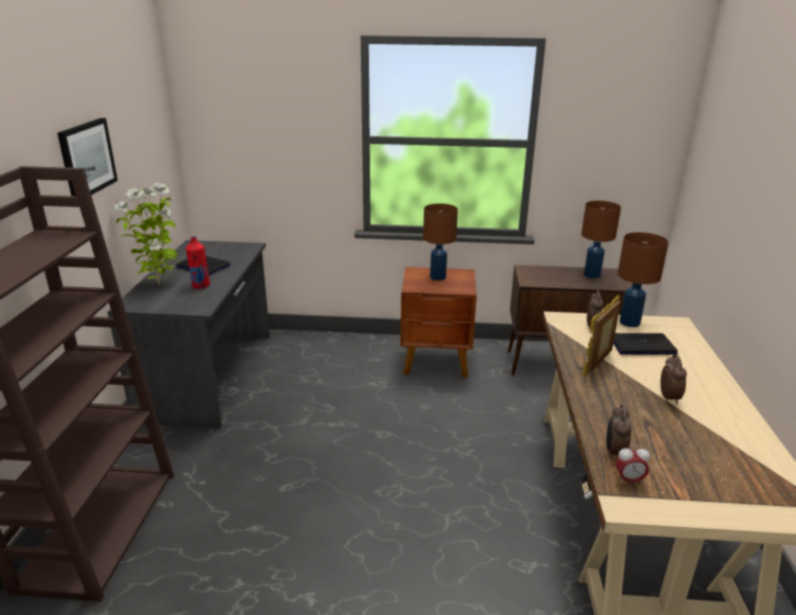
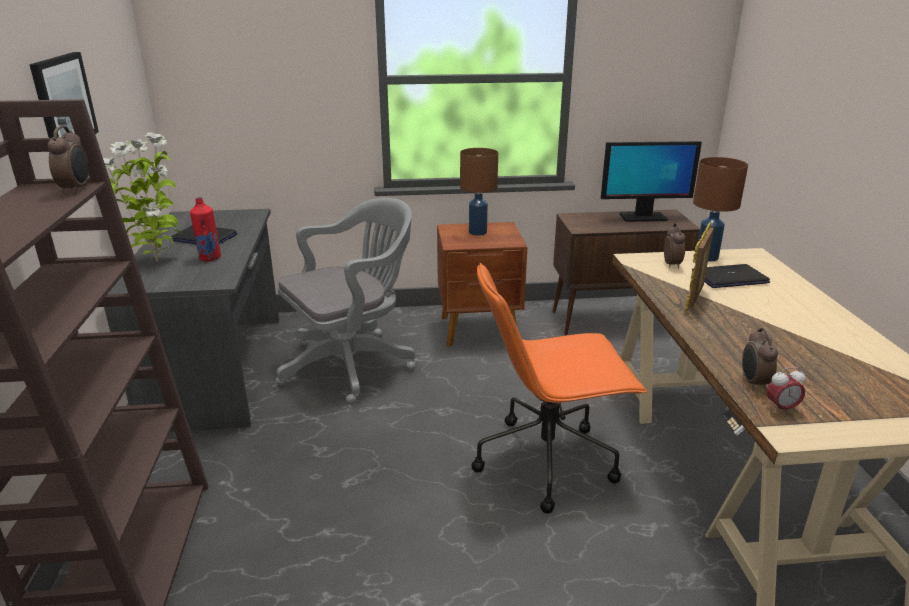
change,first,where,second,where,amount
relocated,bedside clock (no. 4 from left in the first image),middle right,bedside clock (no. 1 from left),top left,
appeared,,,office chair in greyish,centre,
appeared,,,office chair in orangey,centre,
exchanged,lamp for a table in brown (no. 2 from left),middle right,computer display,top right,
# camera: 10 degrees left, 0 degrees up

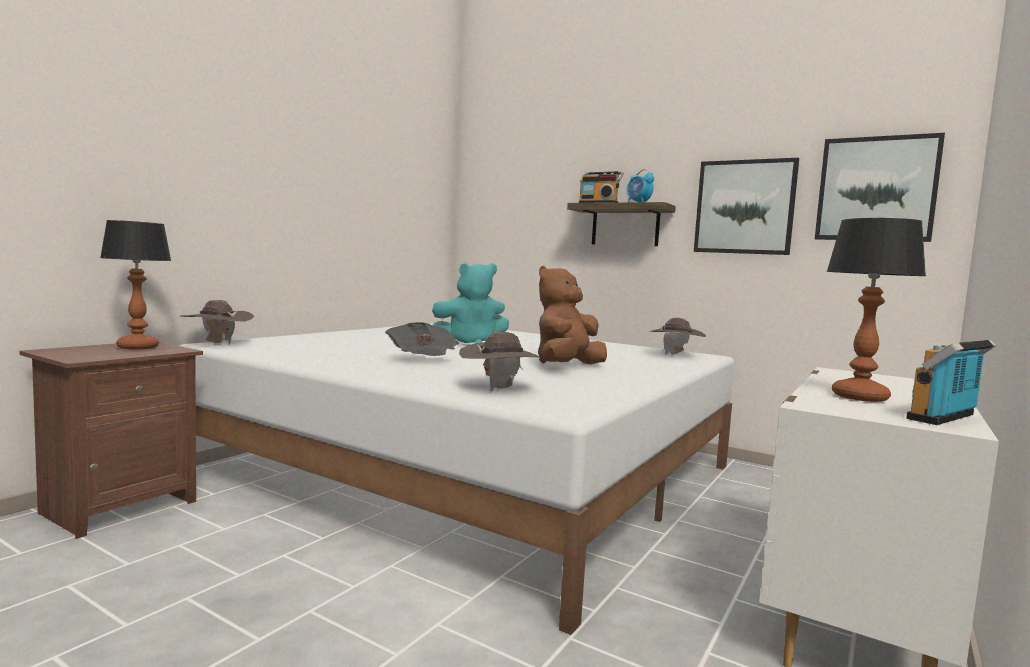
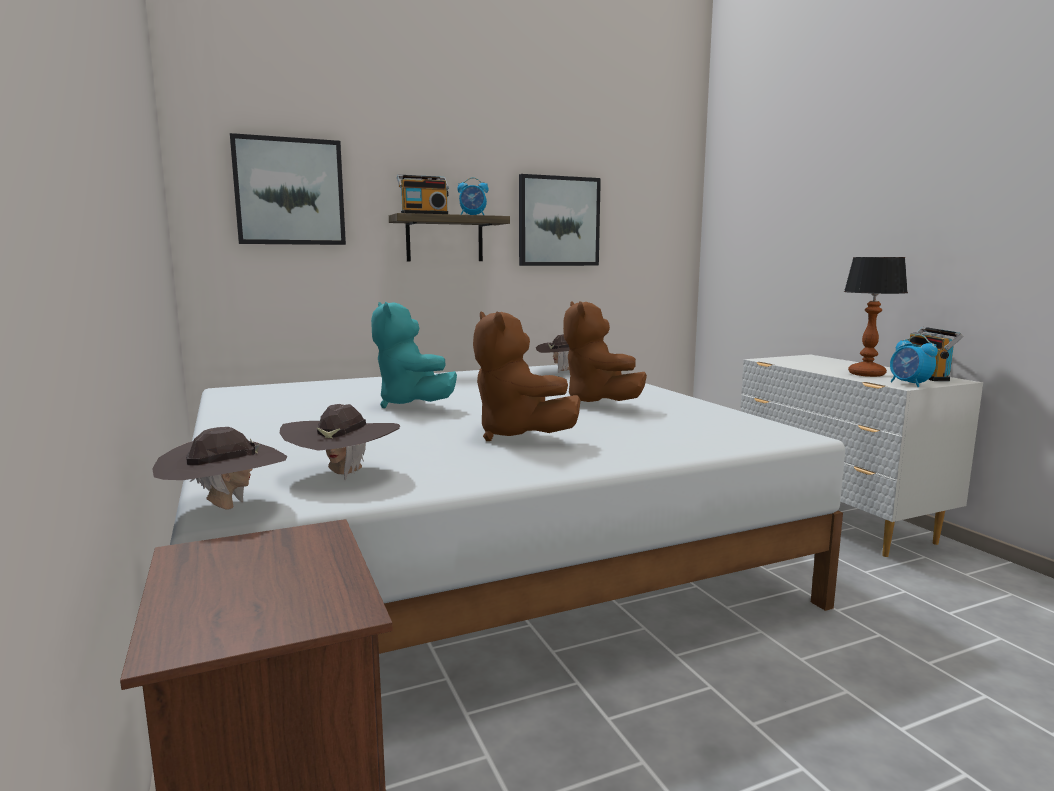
change,first,where,second,where,amount
relocated,wall art (no. 2 from left in the first image),top right,wall art (no. 1 from left),top left,
relocated,wearable hat in brown (no. 2 from left),centre,,middle left,
spun,plush toy in blue-green,centre,,centre,135 degrees clockwise
exchanged,printed paper,centre,plush toy in brown (no. 1 from left),centre,
appeared,,,bedside clock (no. 2 from left),middle right,
missing,lamp for a table (no. 1 from left),middle left,,,
# camera: 55 degrees left, 5 degrees up

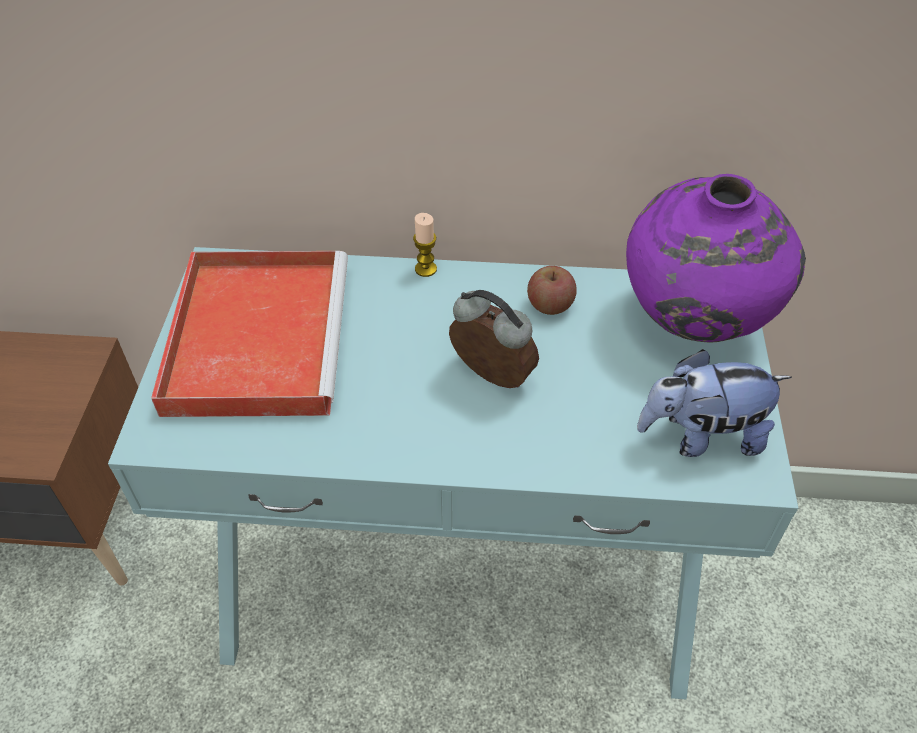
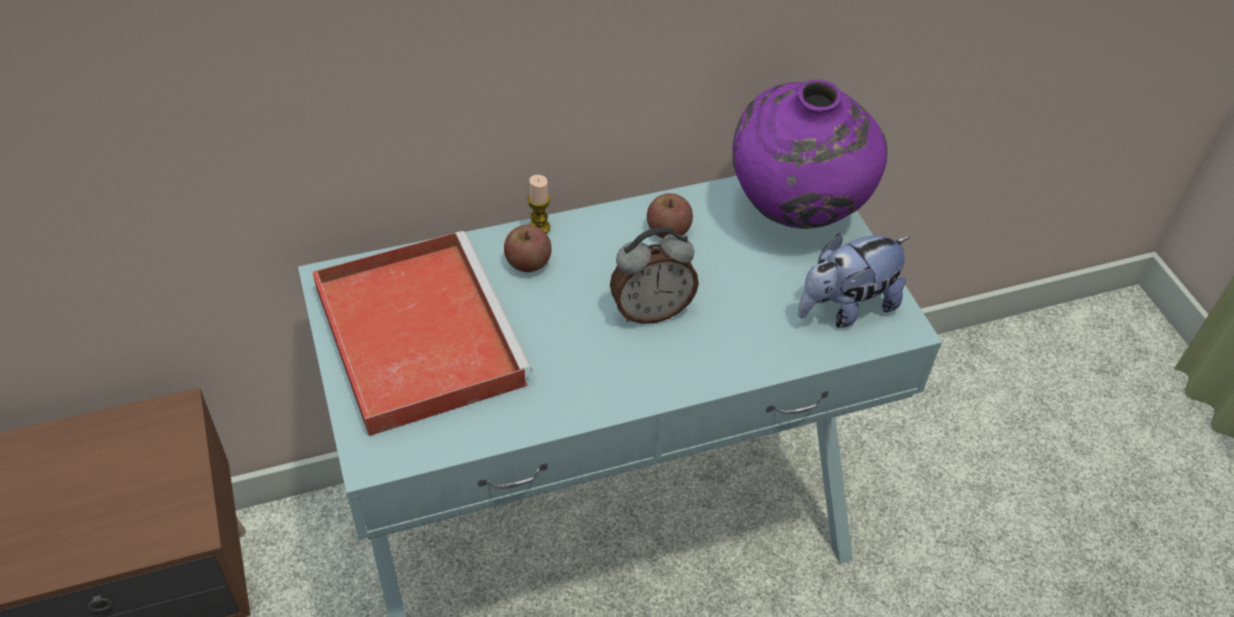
change,first,where,second,where,amount
appeared,,,apple fruit (no. 1 from left),centre,
spun,bedside clock,centre,,centre,150 degrees clockwise
# camera: 25 degrees left, 0 degrees up

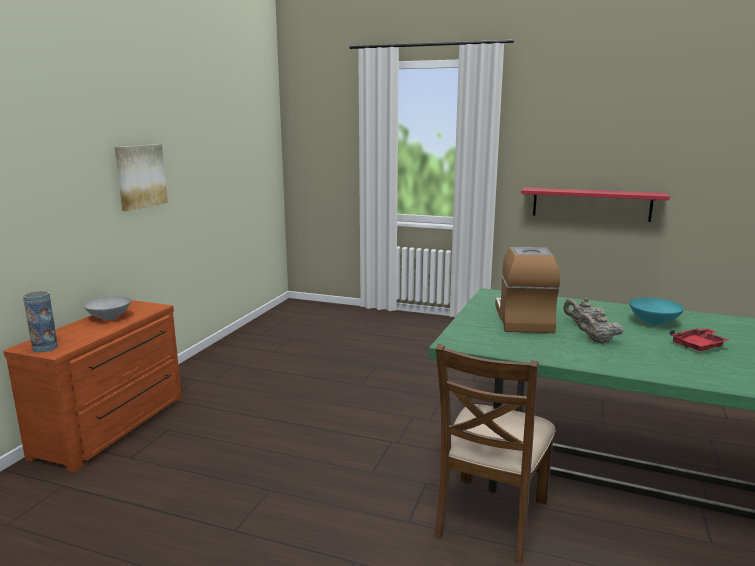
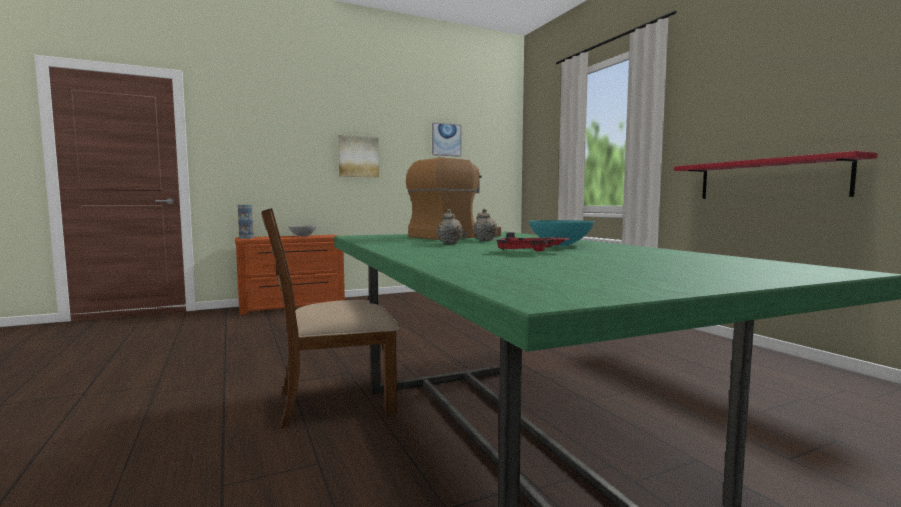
change,first,where,second,where,amount
appeared,,,wall art (no. 2 from left),top centre,
# camera: 45 degrees right, 10 degrees down

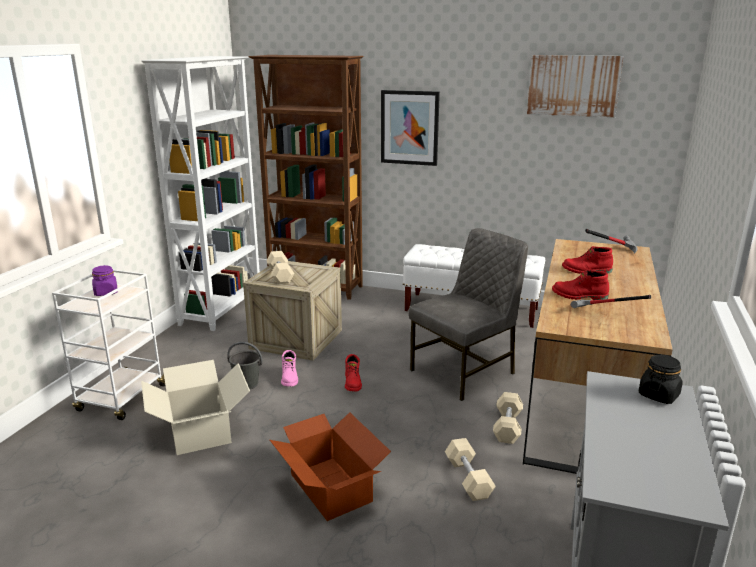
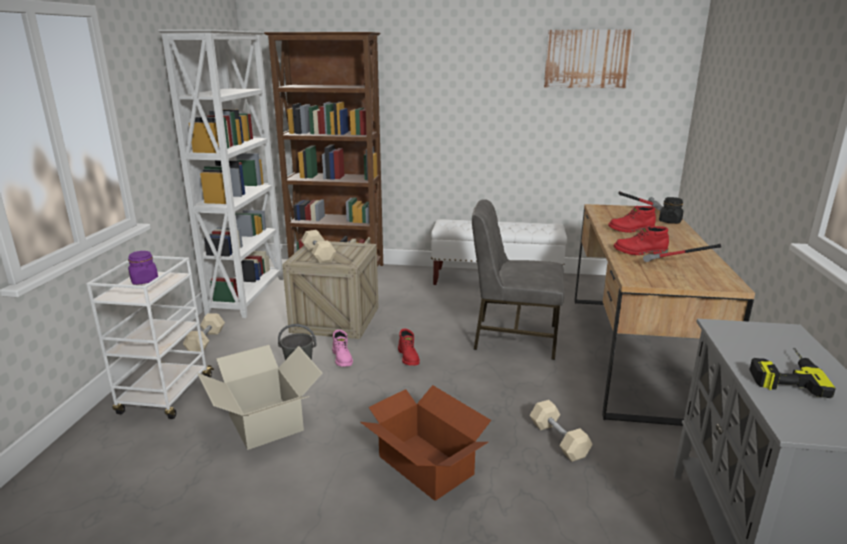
change,first,where,second,where,amount
relocated,free weight in beige-coloured (no. 3 from left in the first image),bottom right,free weight in beige-coloured (no. 1 from left),middle left,
spun,chair in greyish,centre,,centre,120 degrees counterclockwise
relocated,jar in black,bottom right,,middle right,
appeared,,,power drill,bottom right,
missing,wall art (no. 1 from left),top centre,,,
# camera: 10 degrees left, 0 degrees up

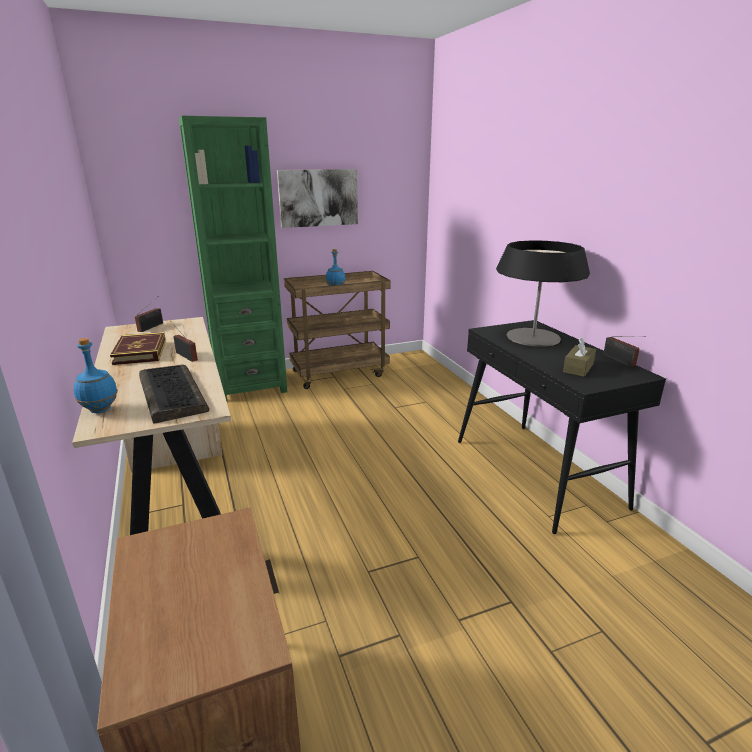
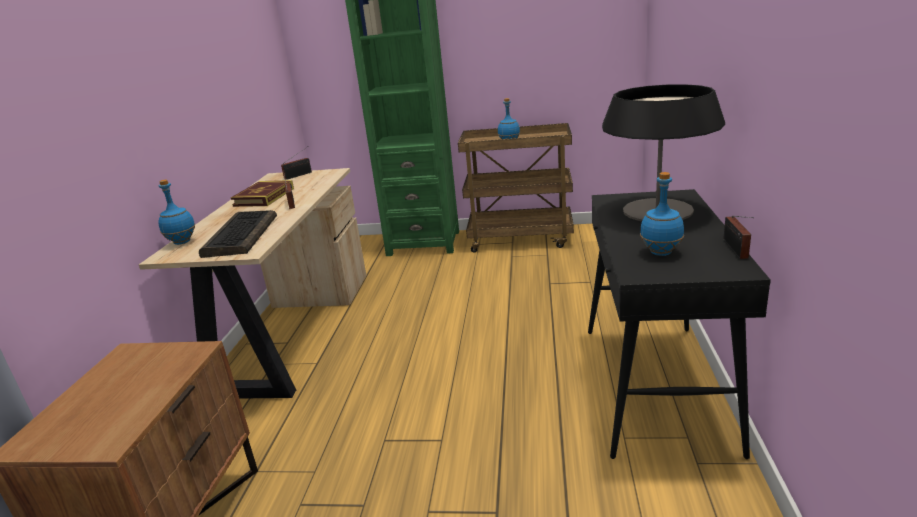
change,first,where,second,where,amount
exchanged,tissue box in brown,middle right,beverage bottle in blue (no. 3 from left),middle right,
missing,wall art,top centre,,,
# camera: 30 degrees right, 0 degrees up

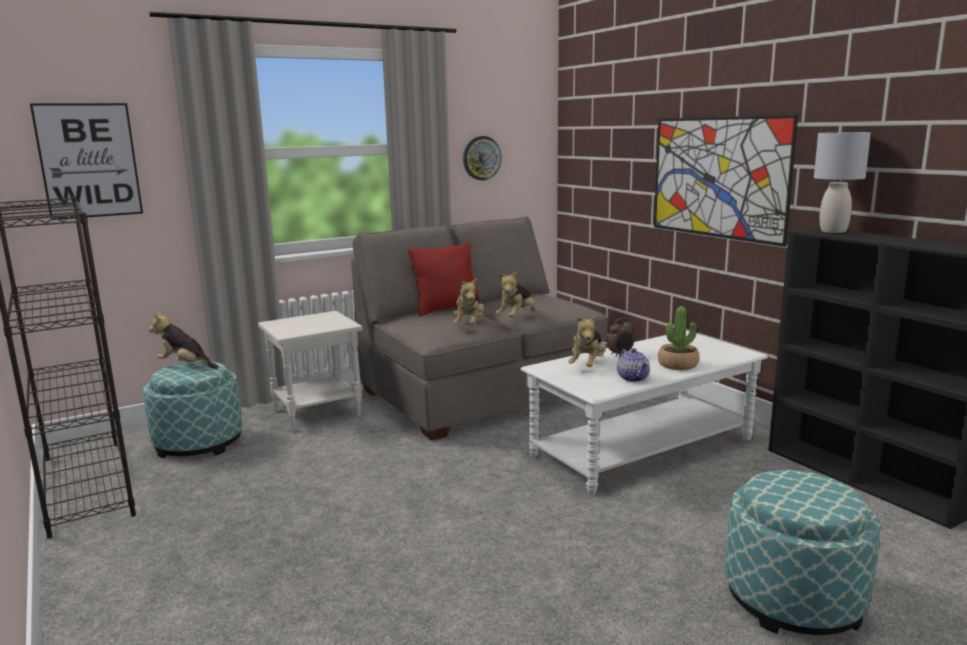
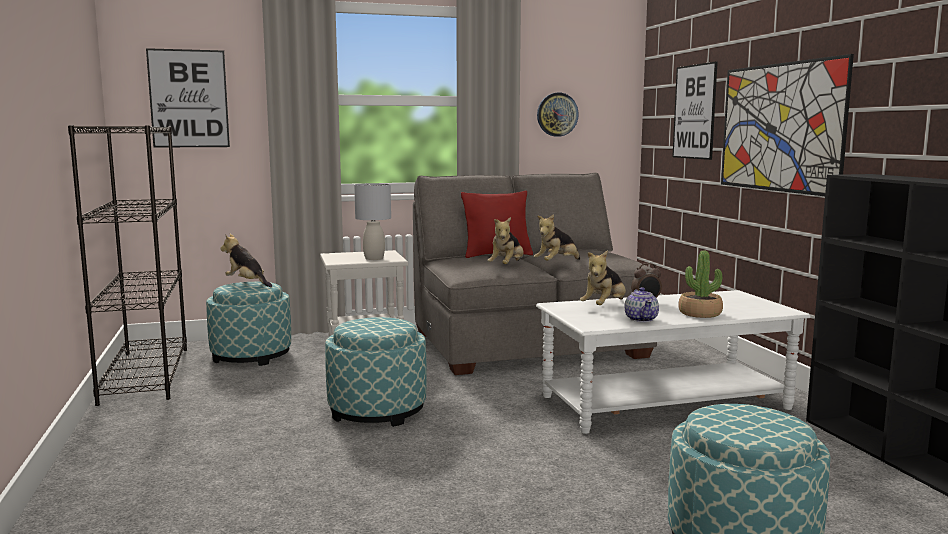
change,first,where,second,where,amount
appeared,,,ottoman (no. 2 from left),bottom centre,
relocated,lamp for a table in greyish,top right,,centre,
appeared,,,wall art (no. 2 from left),top right,
# camera: 15 degrees right, 5 degrees down

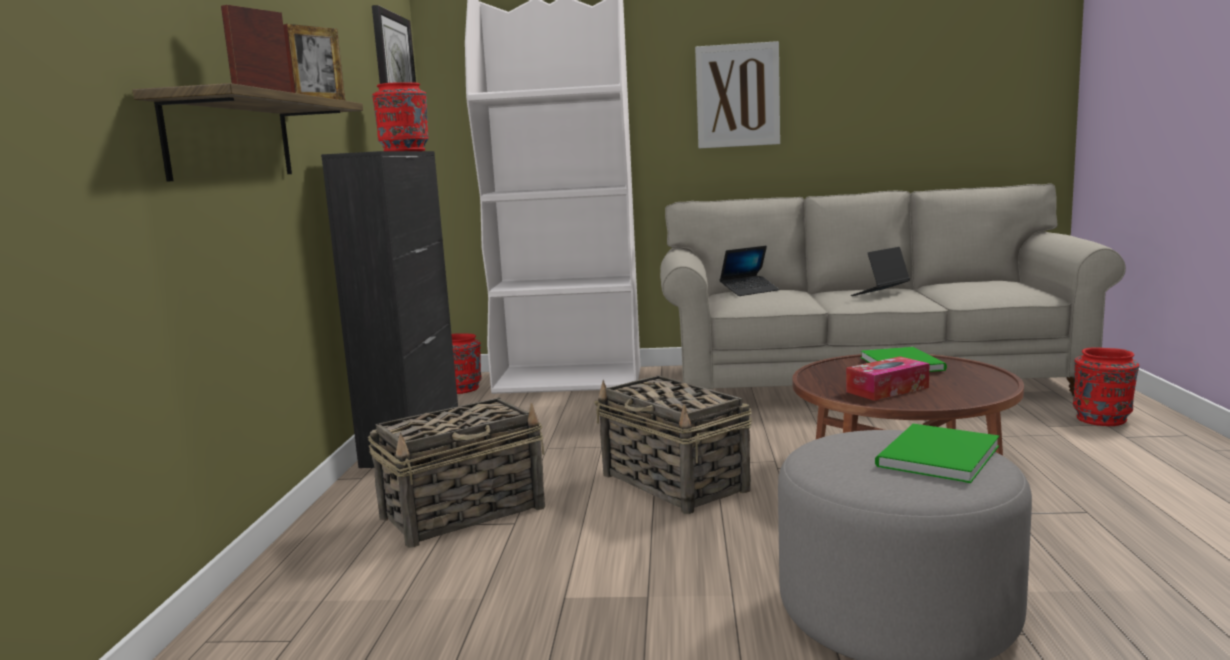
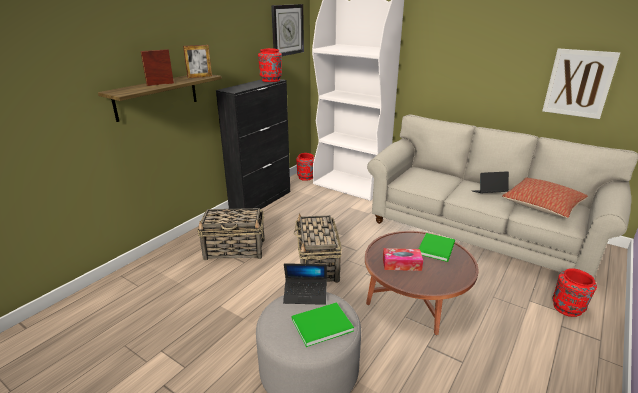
change,first,where,second,where,amount
relocated,portable computer (no. 1 from left),centre,,bottom centre,
appeared,,,pillow,middle right,
relocated,wall art,top centre,,top right,
# camera: 30 degrees right, 15 degrees up

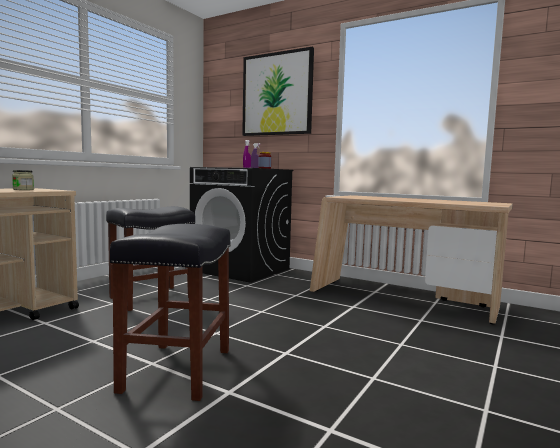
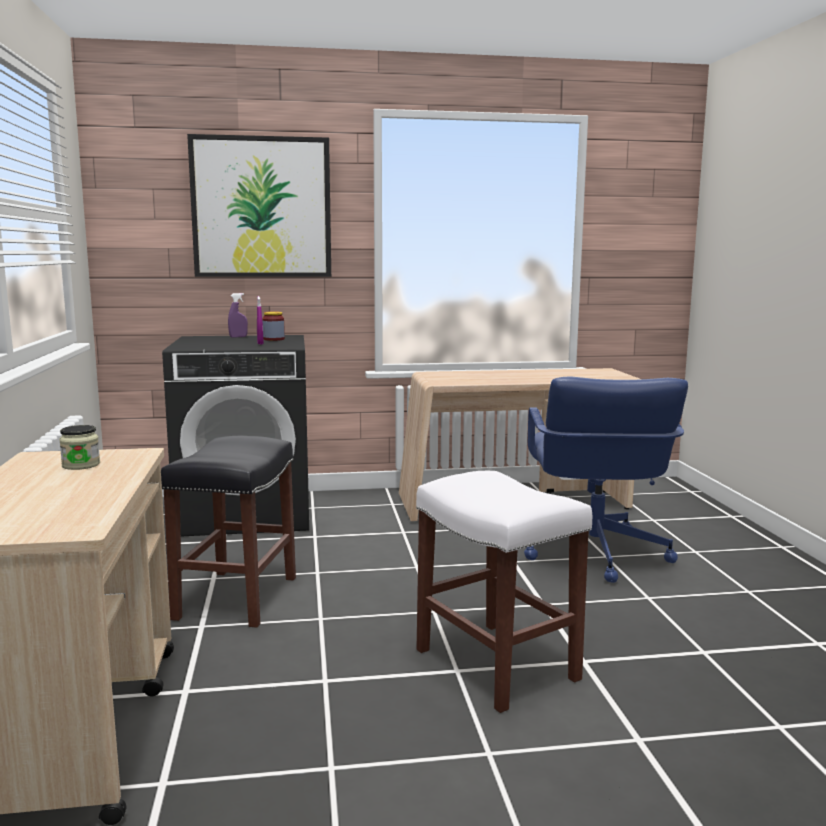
change,first,where,second,where,amount
colour,sitting stool in black (no. 2 from left),bottom left,sitting stool in white-coloured,bottom centre,
appeared,,,office chair in blue,middle right,
# camera: 40 degrees left, 5 degrees up

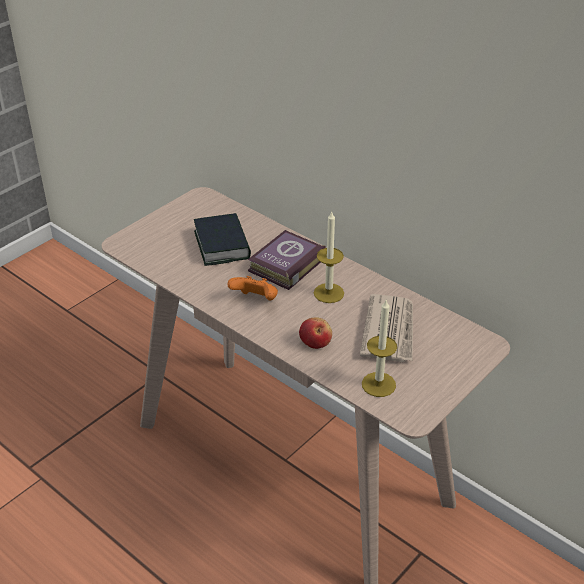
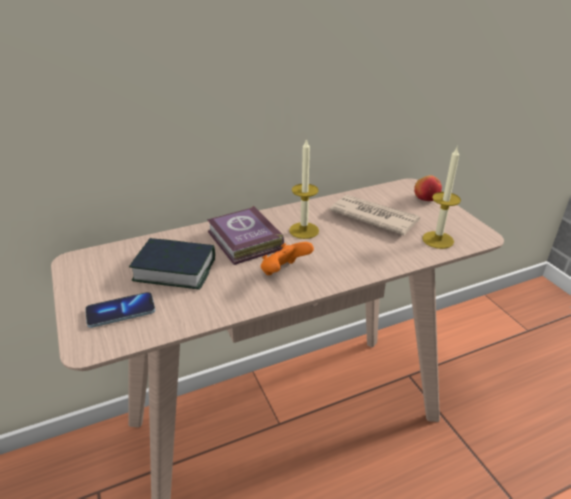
change,first,where,second,where,amount
appeared,,,phone,middle left,
relocated,apple fruit,centre,,middle right,
# camera: 65 degrees left, 5 degrees down

